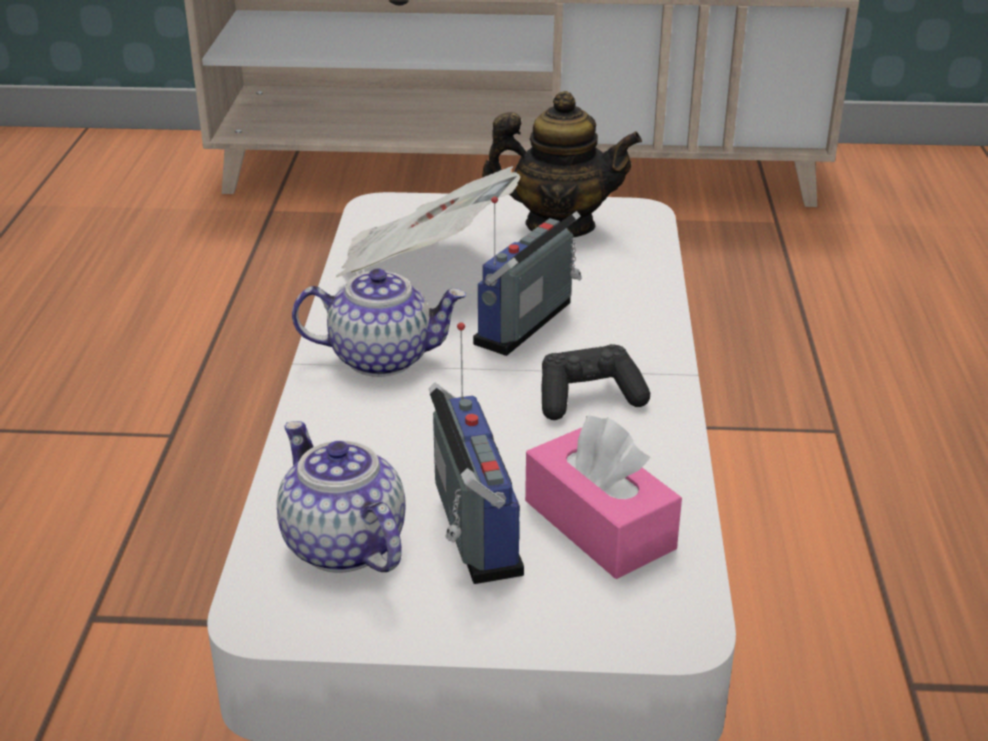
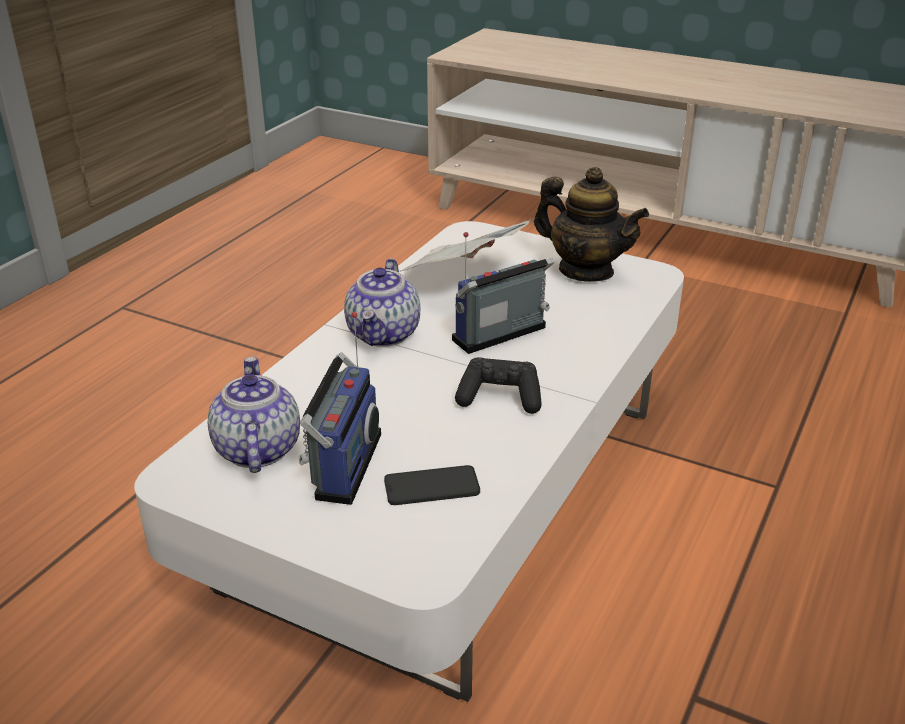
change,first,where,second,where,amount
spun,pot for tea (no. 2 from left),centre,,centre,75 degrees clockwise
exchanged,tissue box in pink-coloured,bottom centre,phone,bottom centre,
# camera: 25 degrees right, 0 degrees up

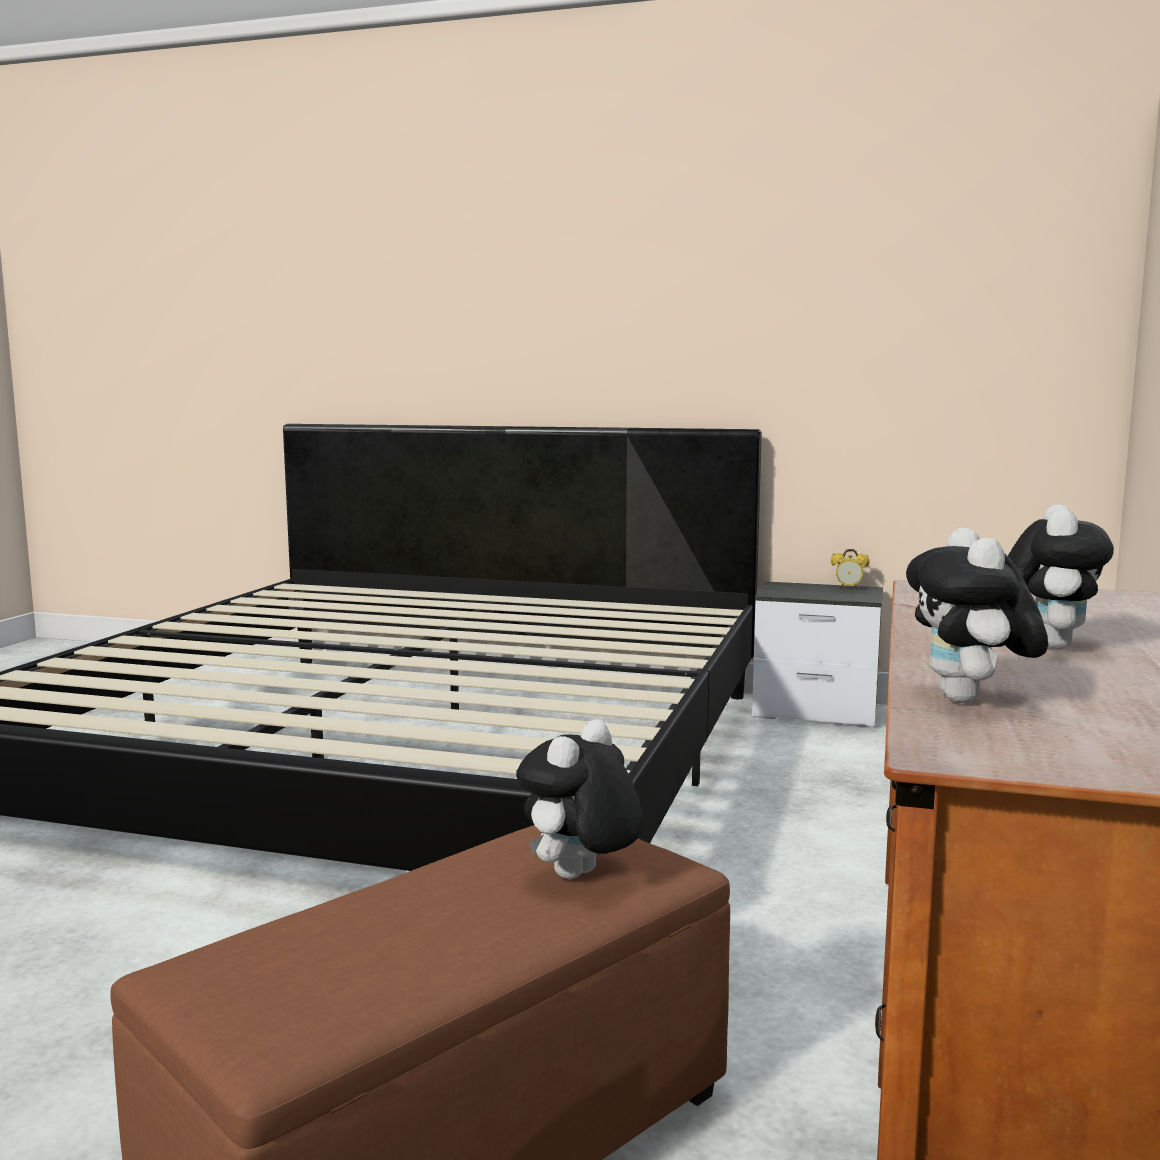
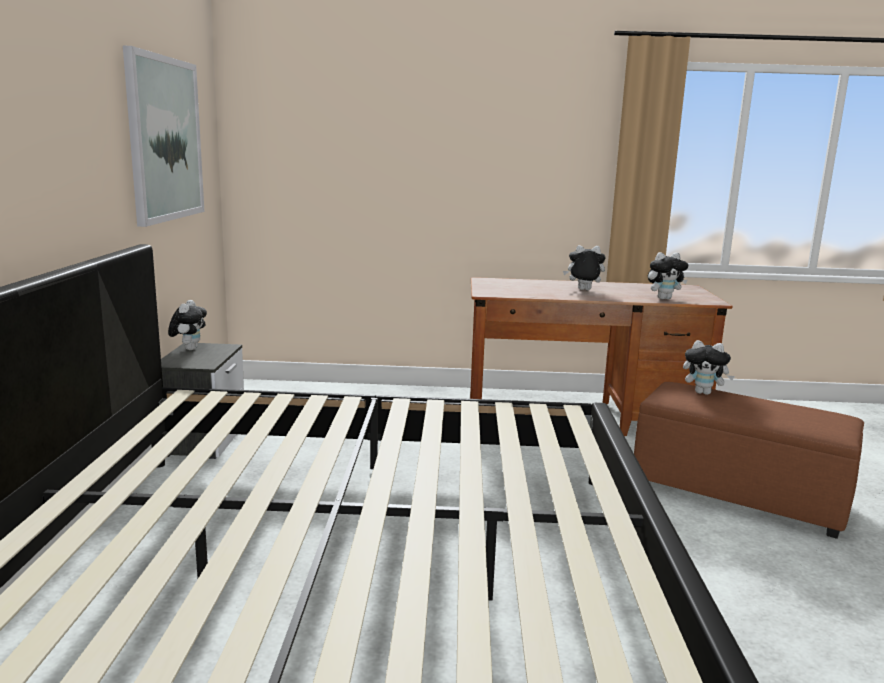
change,first,where,second,where,amount
appeared,,,wall art,top left,
exchanged,bedside clock,middle right,plush toy (no. 1 from left),middle left,
# camera: 105 degrees left, 5 degrees up

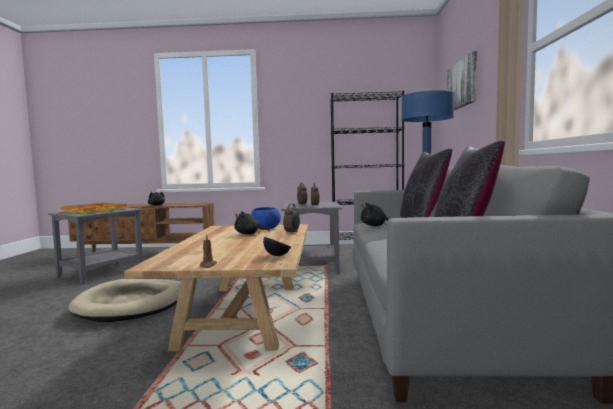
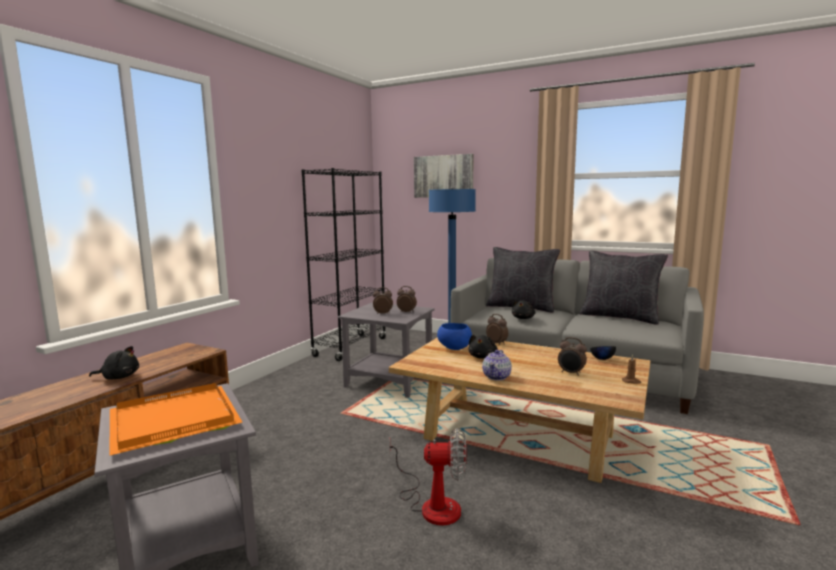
change,first,where,second,where,amount
exchanged,dog bed in beige-coloured,bottom left,fan,bottom centre,
appeared,,,pot for tea,centre,
appeared,,,bedside clock (no. 4 from left),middle right,
# camera: 65 degrees left, 5 degrees up

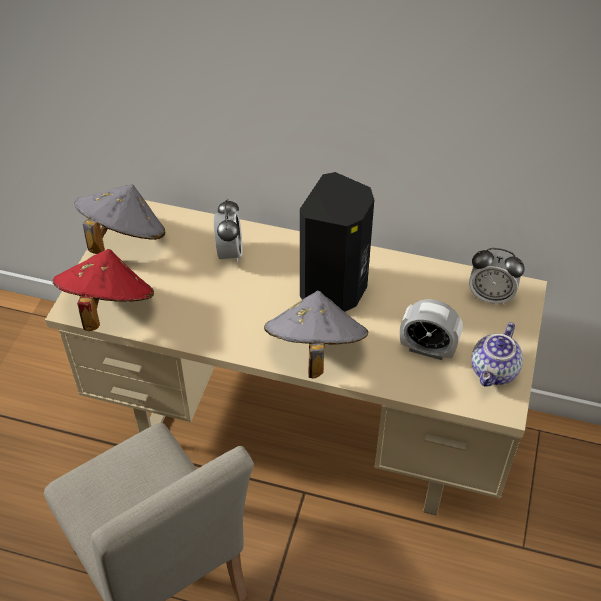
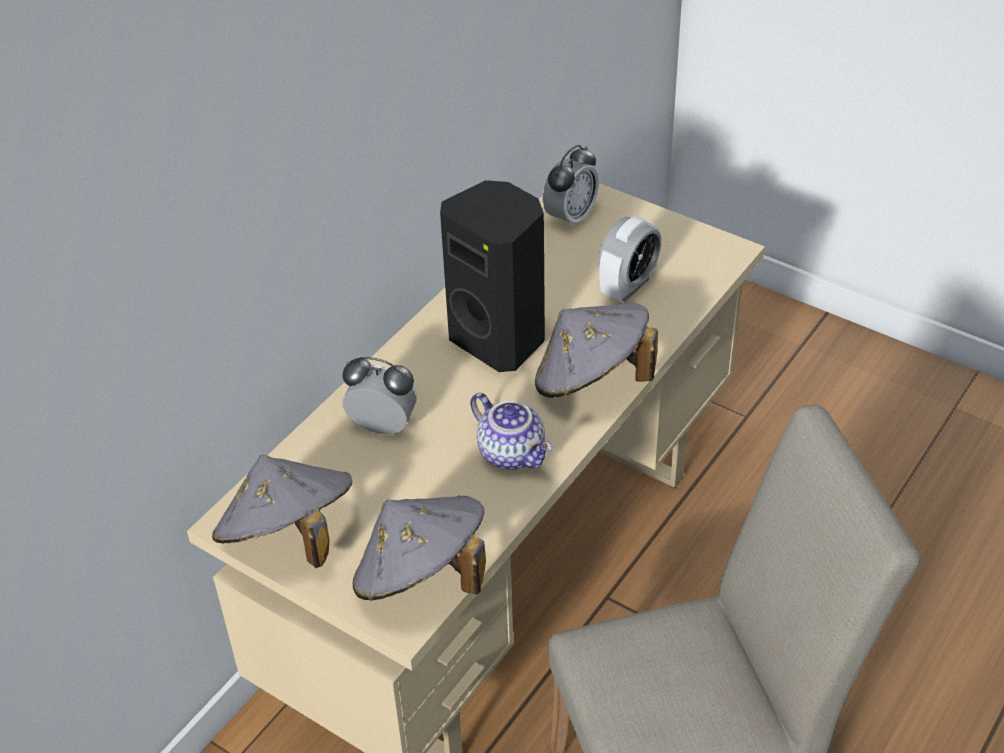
change,first,where,second,where,amount
colour,wearable hat in reddish,middle left,wearable hat in greyish (no. 2 from left),bottom centre,
relocated,pot for tea,middle right,,centre,
# camera: 70 degrees left, 5 degrees down

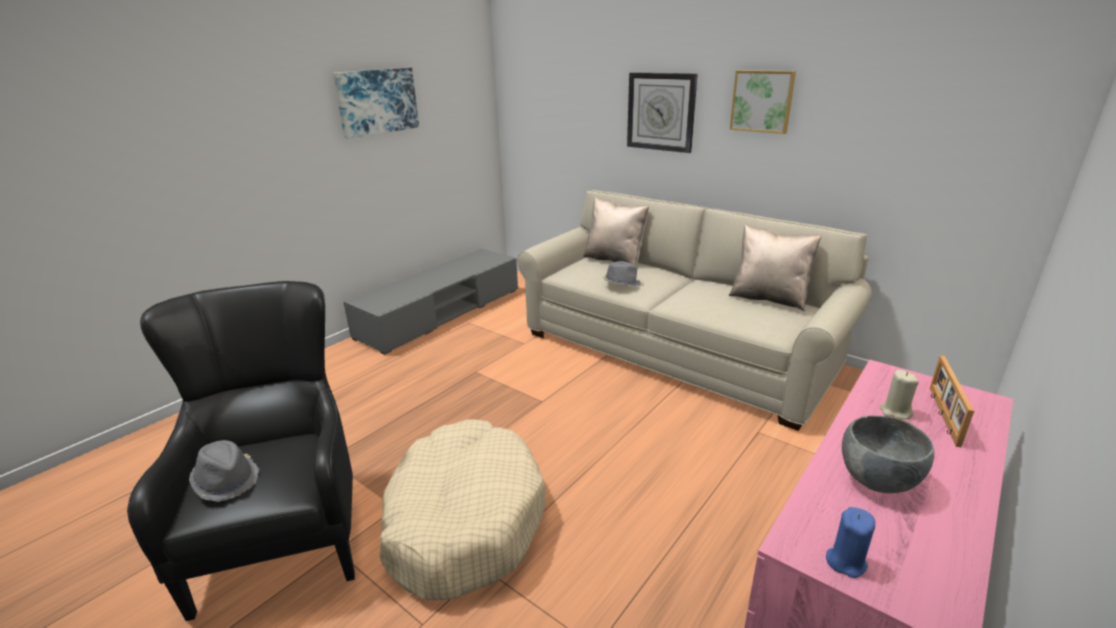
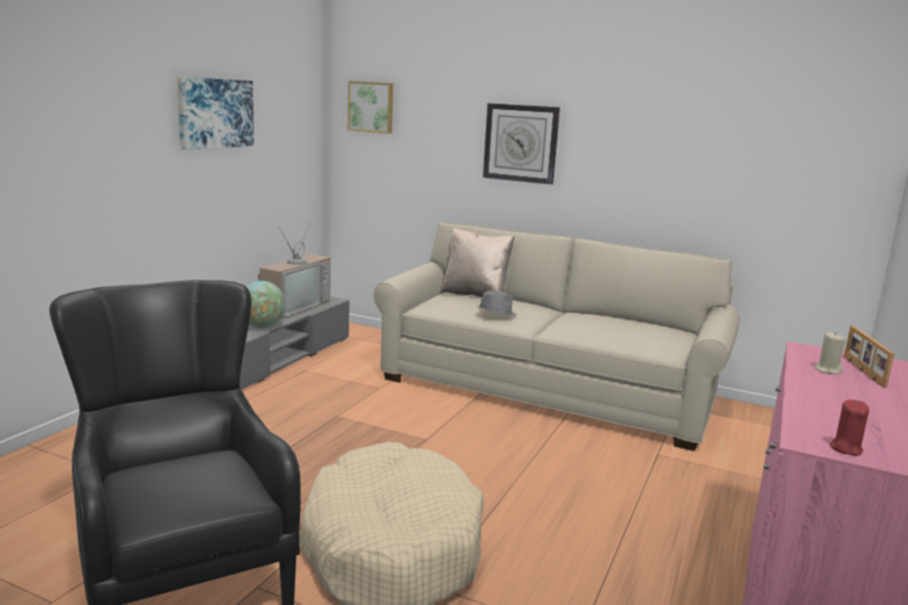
change,first,where,second,where,amount
appeared,,,globe,middle left,
appeared,,,TV set,middle left,
relocated,wall art (no. 2 from left),top right,,top centre,
colour,candle in blue,bottom right,candle in reddish,bottom right,
missing,wearable hat in greyish (no. 1 from left),bottom left,,,
missing,pillow in beige-coloured (no. 2 from left),middle right,,,
missing,serving bowl in greyish,bottom right,,,
# camera: 15 degrees left, 10 degrees down

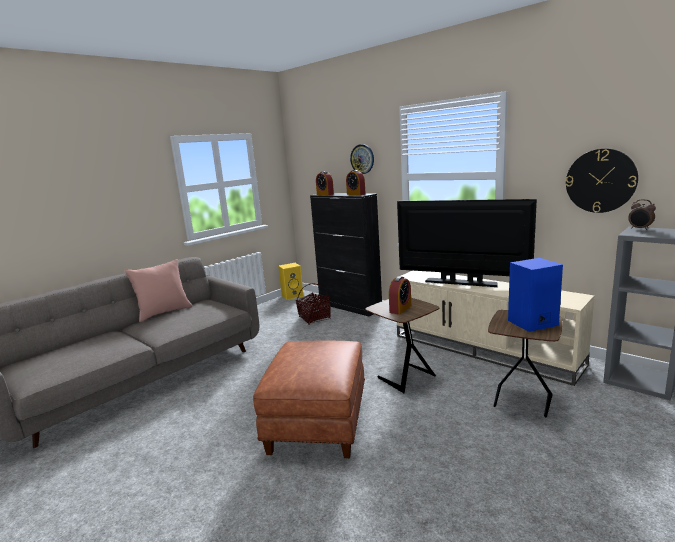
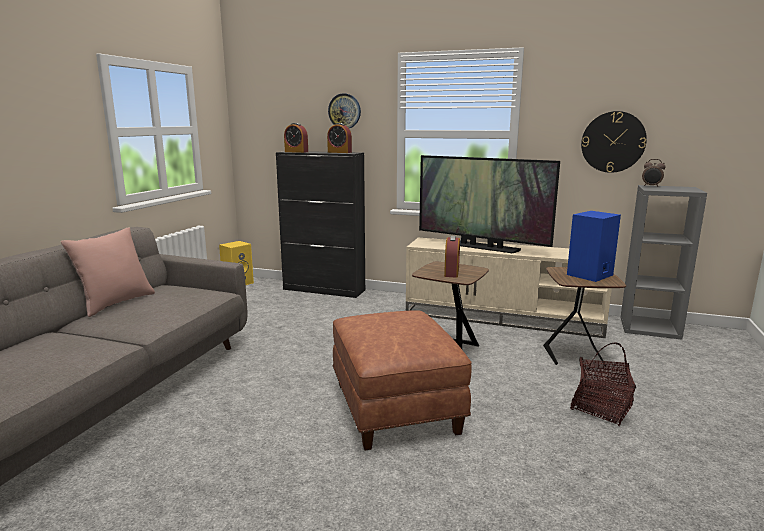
change,first,where,second,where,amount
spun,TV set,middle right,,centre,150 degrees counterclockwise
relocated,basket,centre,,bottom right,
# camera: 25 degrees left, 0 degrees up

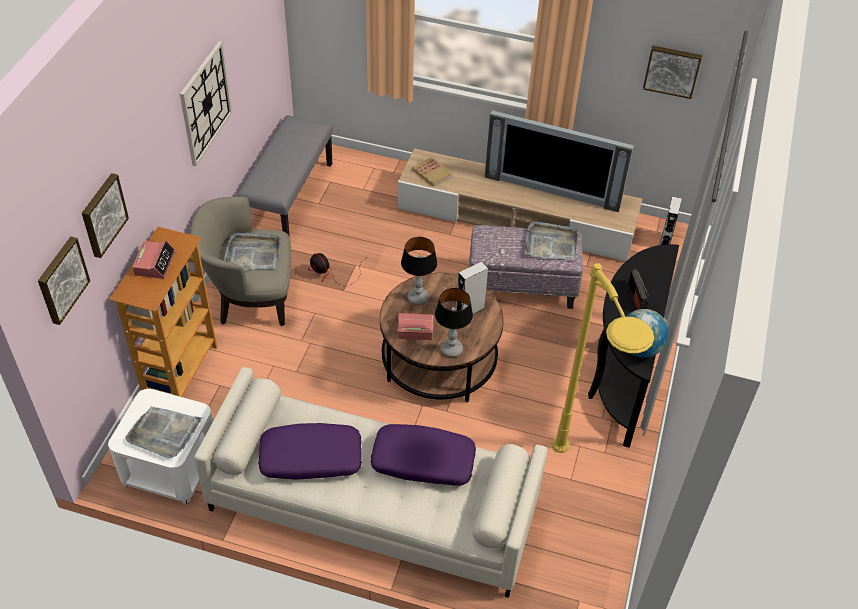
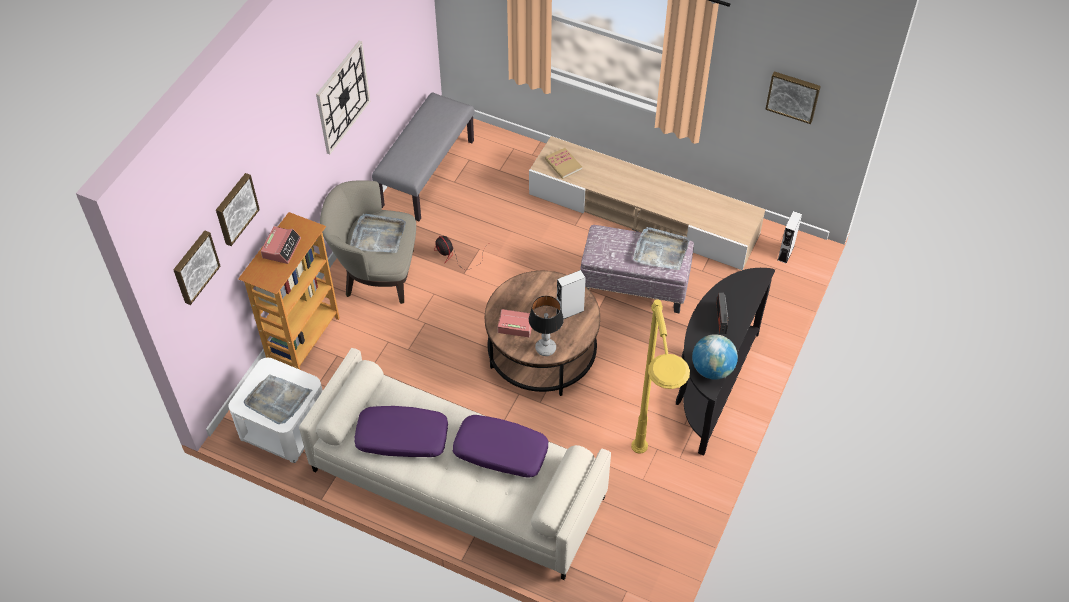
change,first,where,second,where,amount
missing,lamp for a table (no. 1 from left),centre,,,
missing,TV set,top centre,,,
# camera: 10 degrees right, 5 degrees up

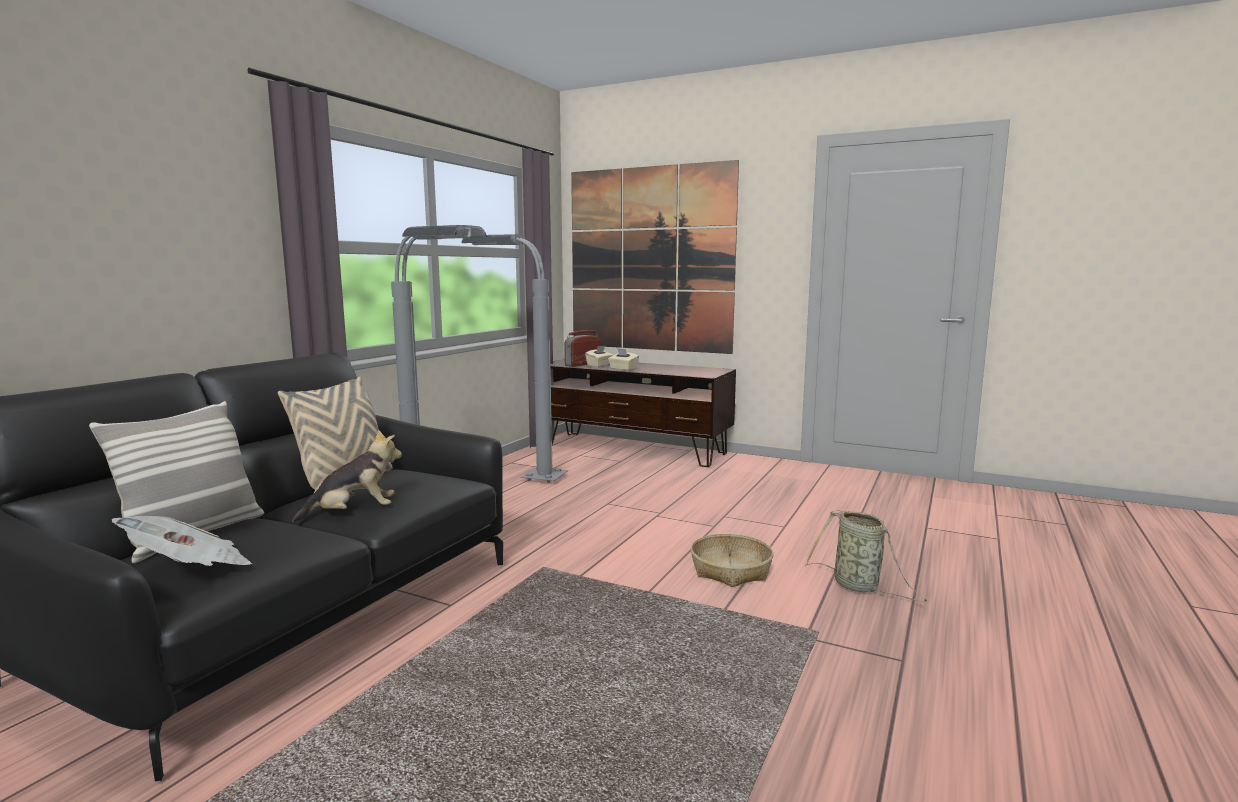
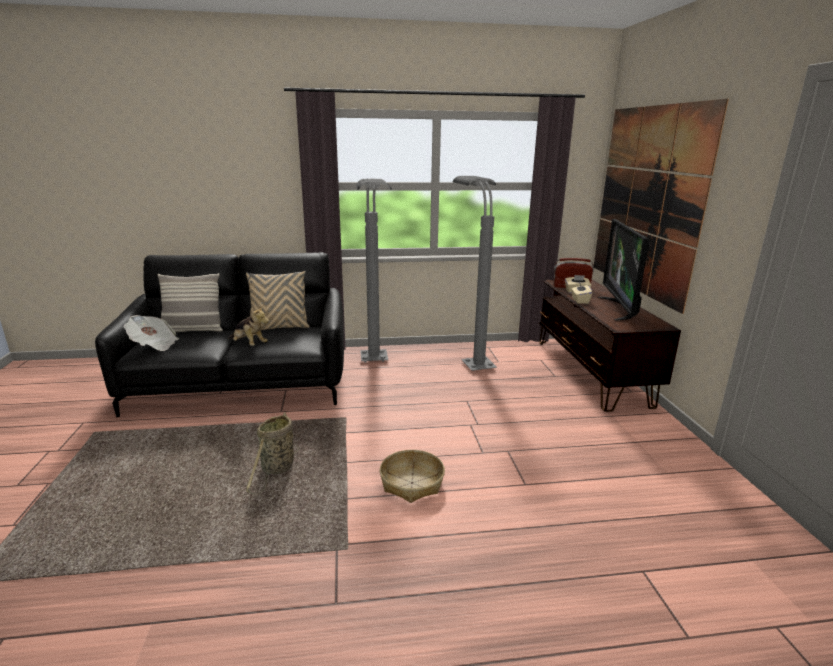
change,first,where,second,where,amount
relocated,basket (no. 2 from left in the first image),bottom right,basket (no. 1 from left),bottom left,
appeared,,,TV set,middle right,
# camera: 55 degrees right, 10 degrees up

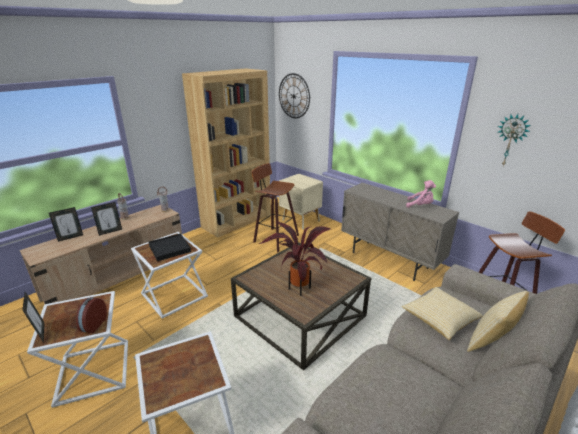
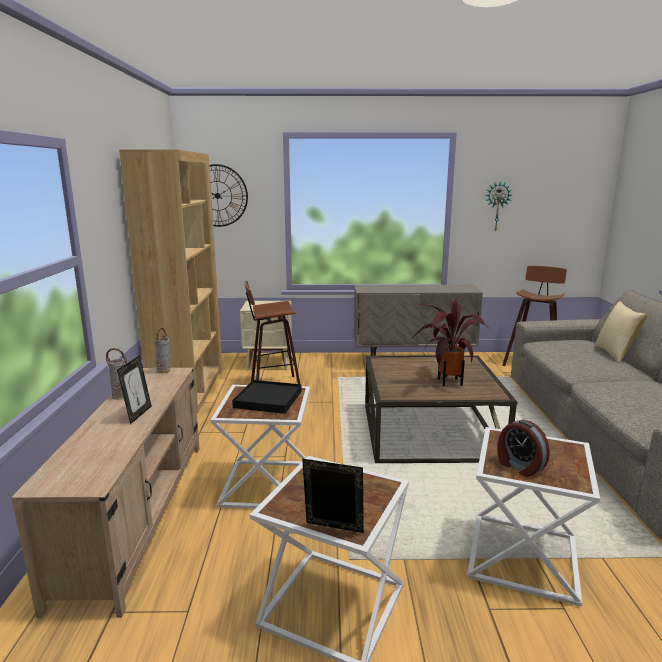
change,first,where,second,where,amount
relocated,bedside clock,bottom left,,bottom right,
missing,standing frame (no. 2 from left),middle left,,,
missing,pillow (no. 1 from left),bottom right,,,
missing,plush toy in pink-coloured,middle right,,,
# camera: 45 degrees left, 10 degrees down

